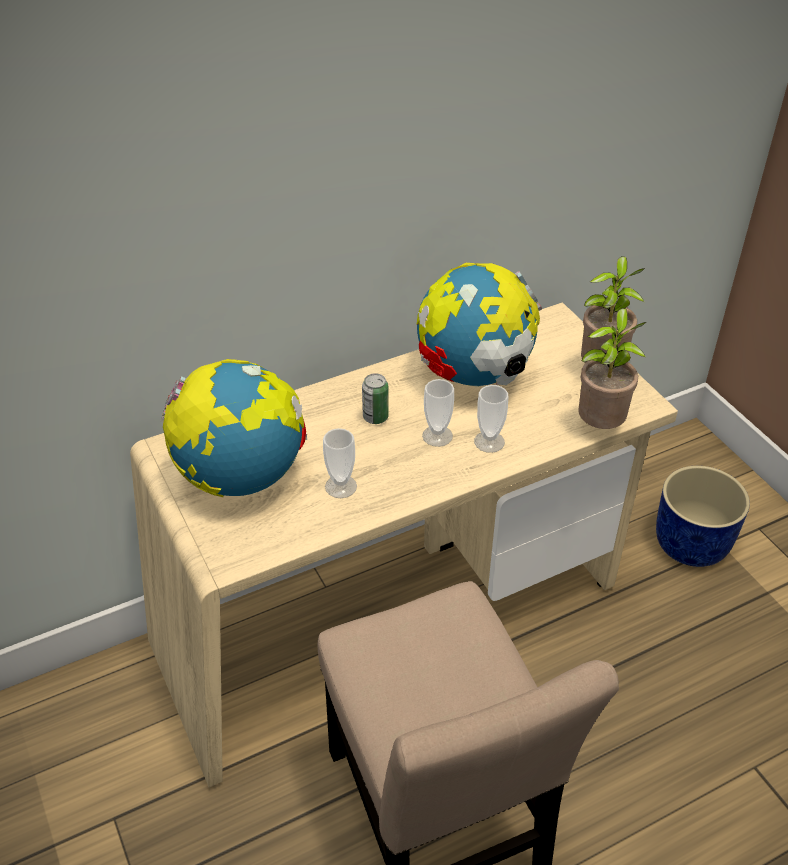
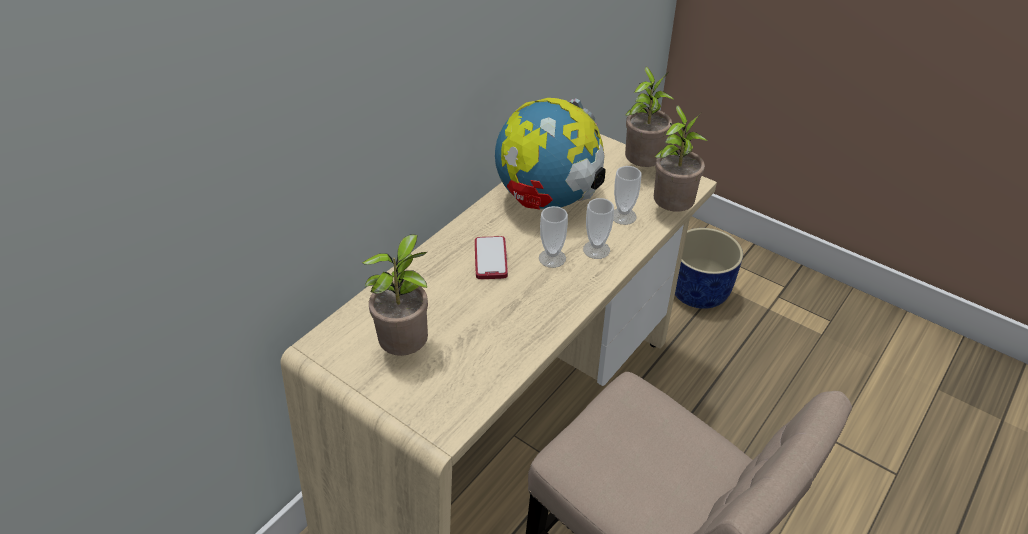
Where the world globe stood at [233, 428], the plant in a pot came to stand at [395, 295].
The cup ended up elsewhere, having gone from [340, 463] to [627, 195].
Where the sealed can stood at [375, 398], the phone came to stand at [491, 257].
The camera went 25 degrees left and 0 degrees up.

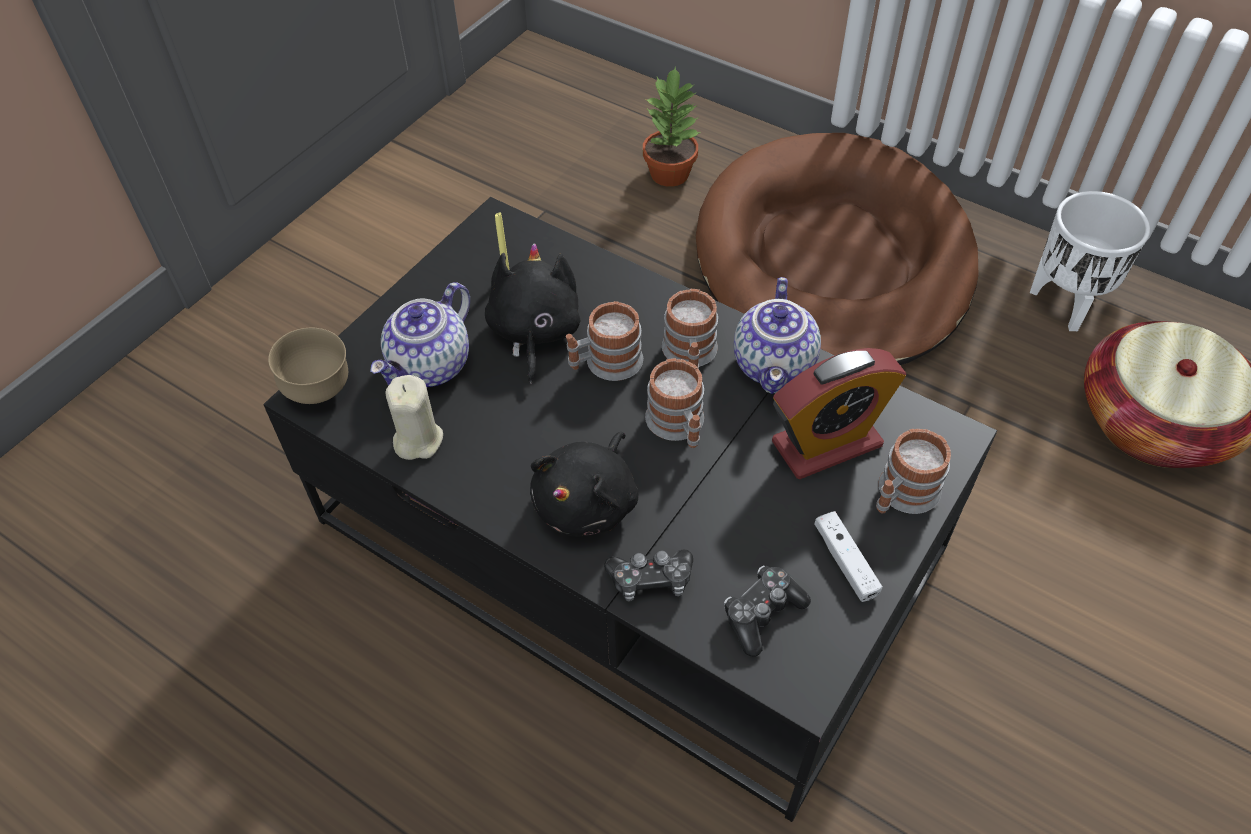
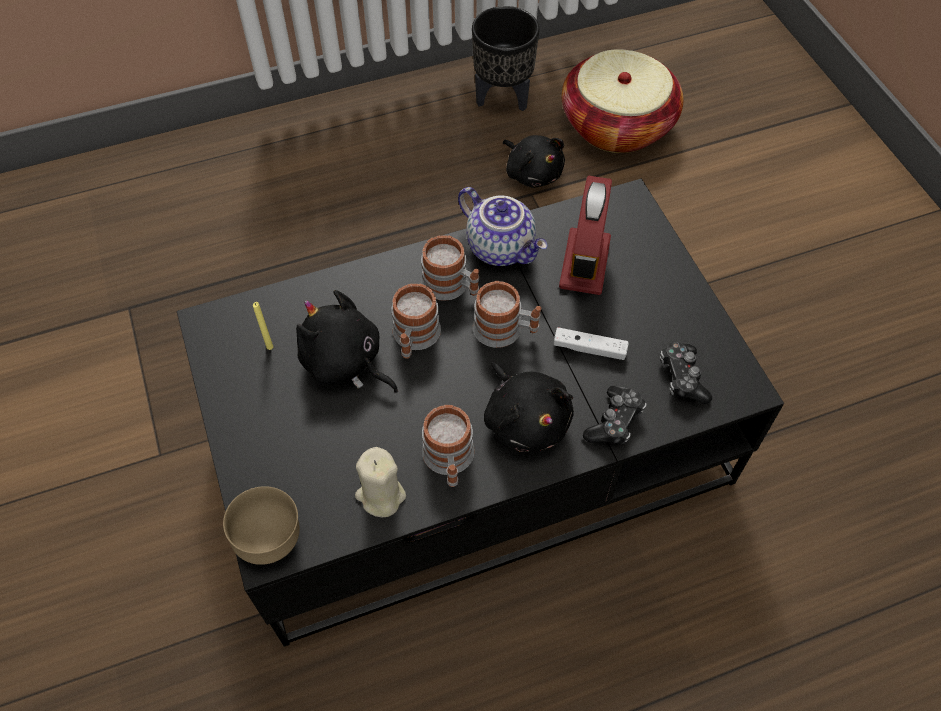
The second view lost the teapot at [420, 334].
The second view lost the plant in a pot at [672, 126].
The second view lost the brown pet bed at [837, 249].
The white-coloured gamepad ended up elsewhere, having gone from [848, 556] to [591, 343].
The mug ended up elsewhere, having gone from [913, 471] to [448, 446].
What was the white-coloured flower pot at [1090, 261] turned into the black flower pot at [505, 58].
The second view gained the black plush toy at [534, 161].
The camera went 55 degrees left and 5 degrees up.

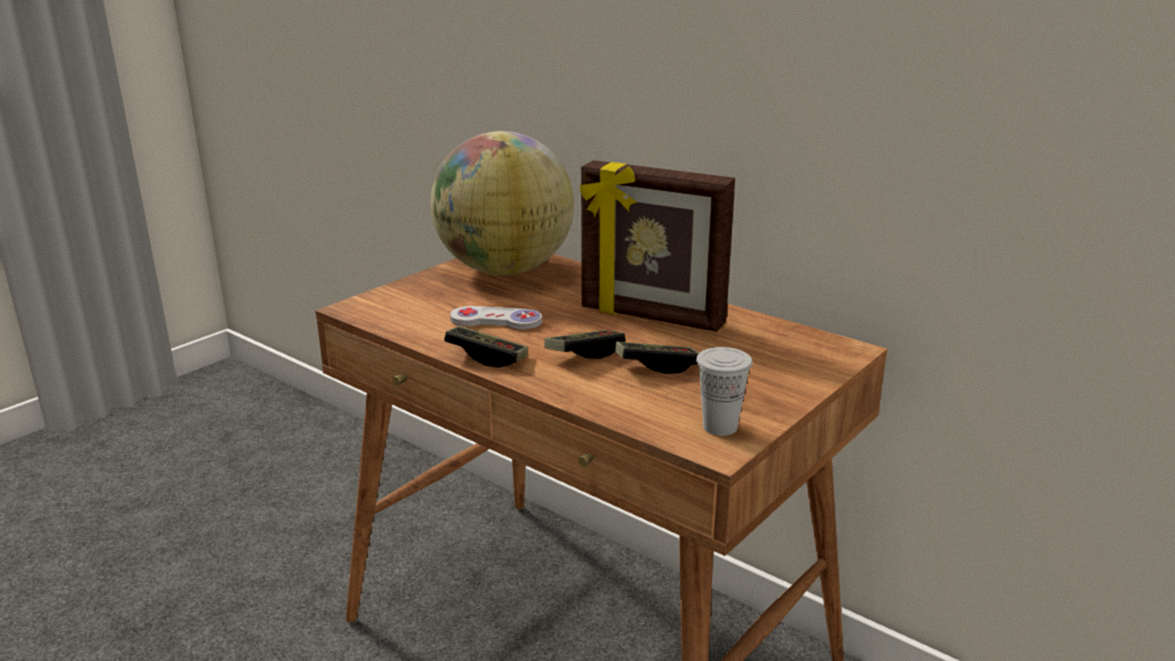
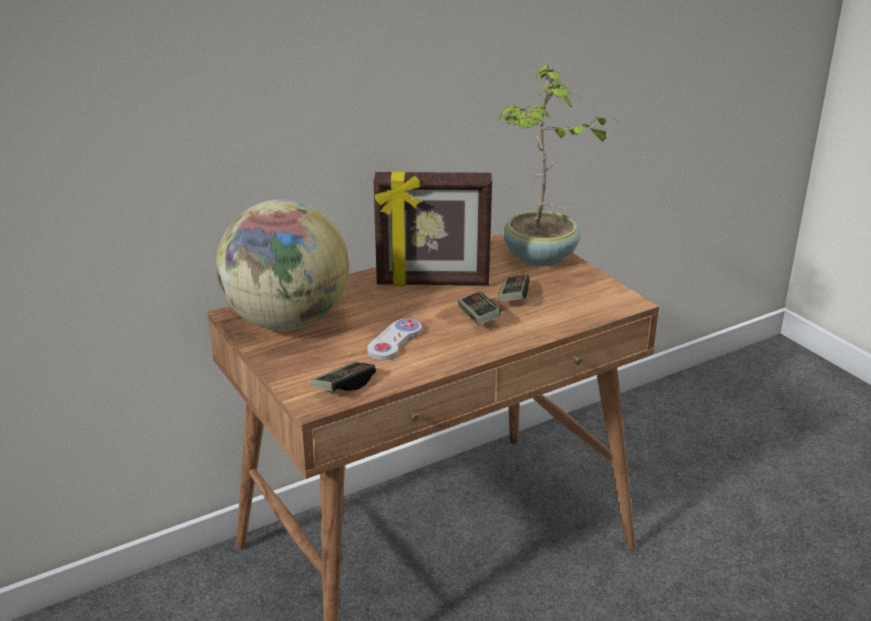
The gamepad ended up elsewhere, having gone from [486, 347] to [343, 376].
The standing frame at [657, 246] ended up facing another way, 45 degrees clockwise from before.
The second view lost the white-coloured cup at [724, 391].
The second view gained the plant in a pot at [557, 165].
The camera went 70 degrees left and 5 degrees up.

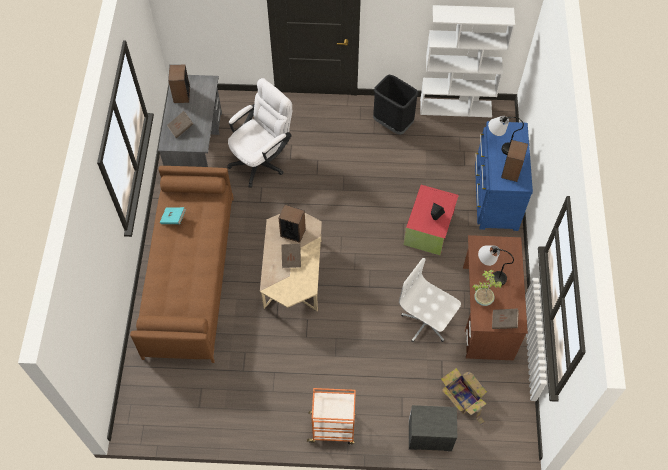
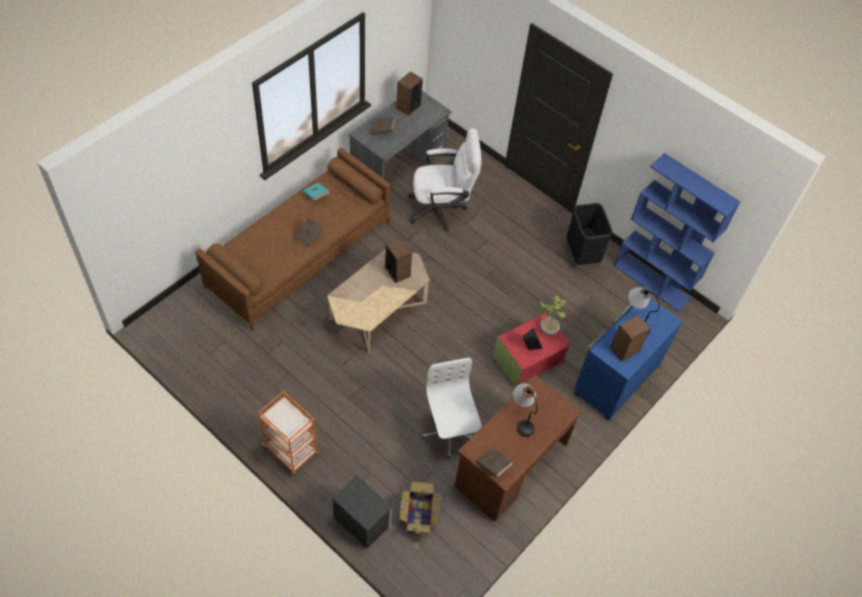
The brown bound book ended up elsewhere, having gone from [291, 256] to [308, 232].
What was the white-coloured shelving unit at [467, 61] turned into the blue-coloured shelving unit at [677, 232].
The plant in a pot ended up elsewhere, having gone from [487, 287] to [552, 315].
The camera went 35 degrees right and 5 degrees down.

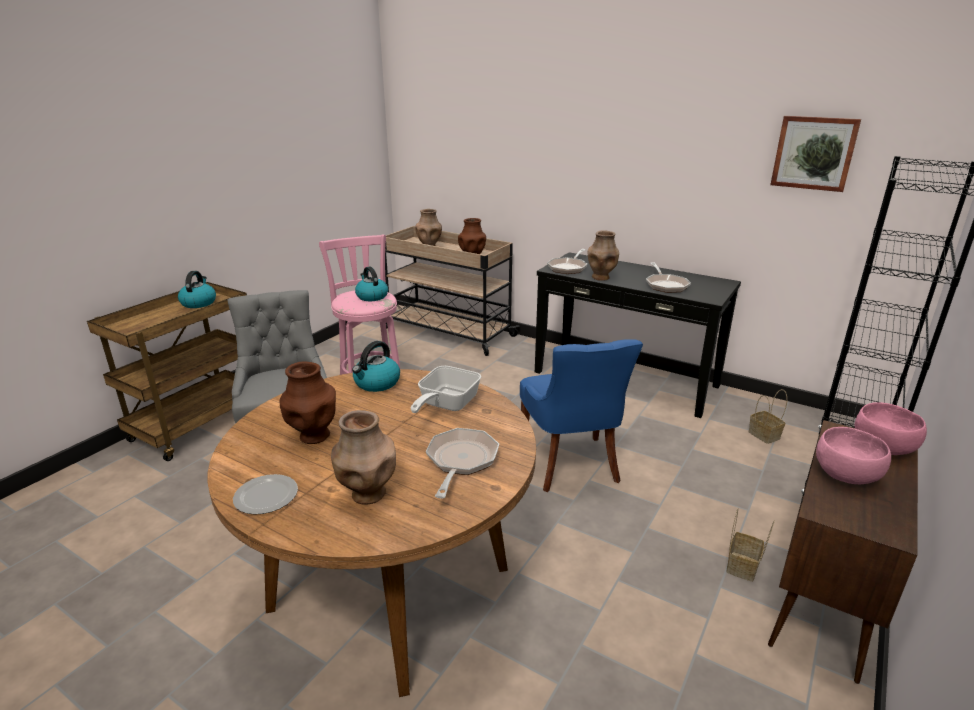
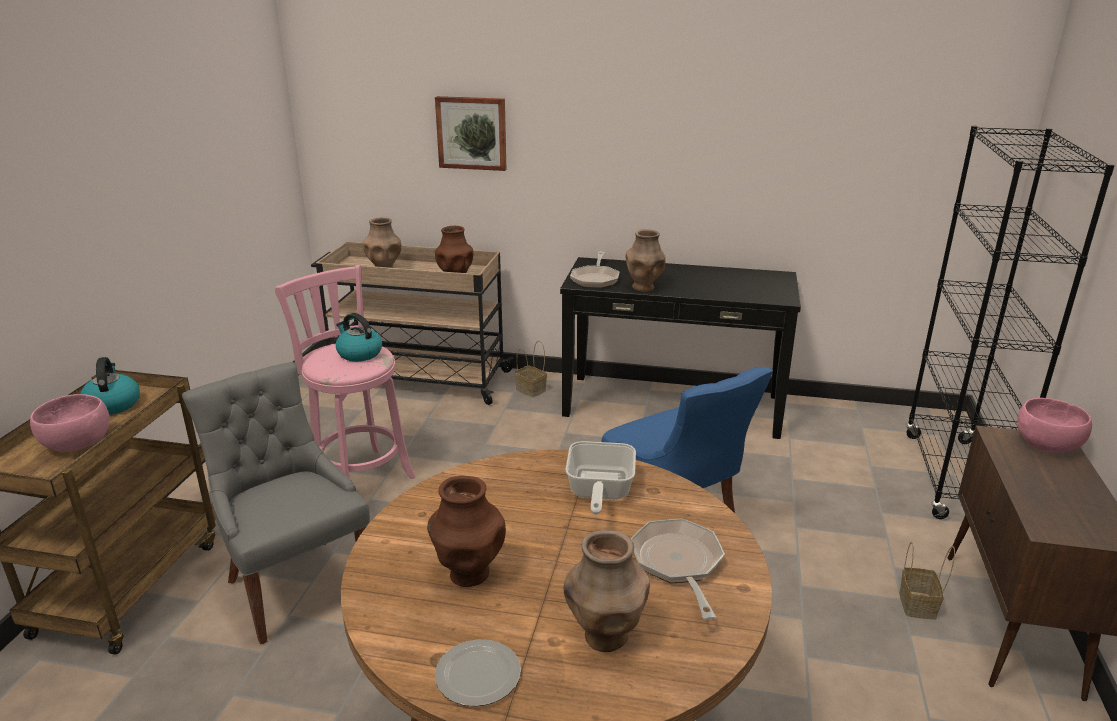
The second view lost the kettle at [376, 366].
The second view lost the skillet at [668, 277].
The household basket ended up elsewhere, having gone from [768, 416] to [530, 369].
The picture ended up elsewhere, having gone from [815, 154] to [470, 133].
The pinkish bowl ended up elsewhere, having gone from [853, 455] to [70, 423].
The camera went 20 degrees left and 0 degrees up.

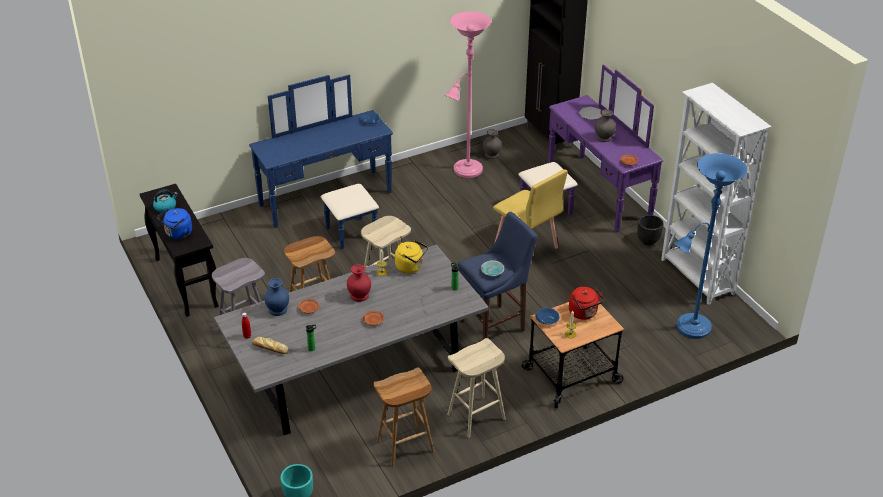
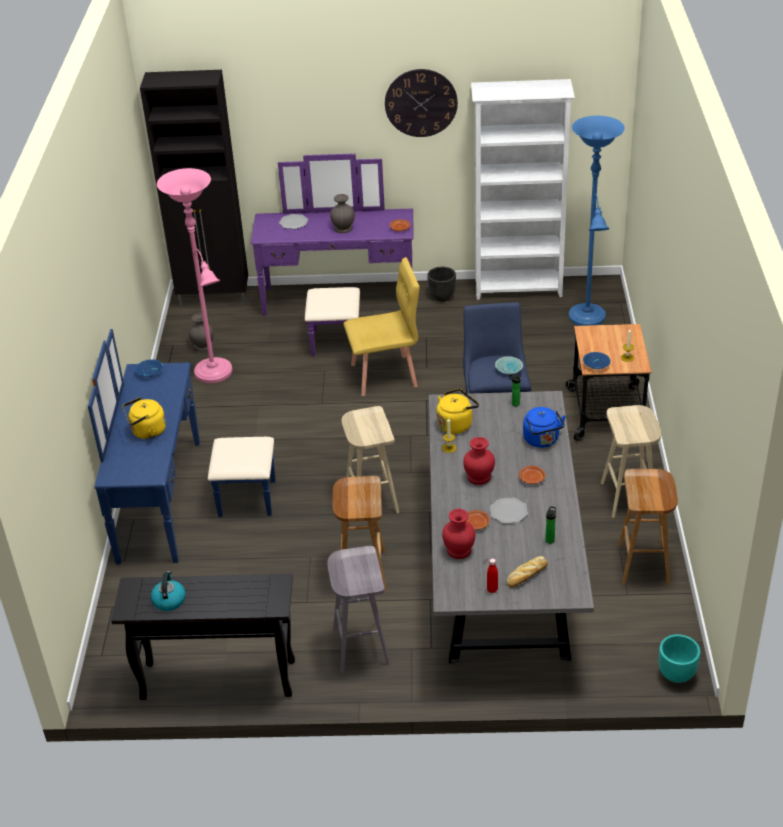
The blue-coloured kettle ended up elsewhere, having gone from [174, 223] to [544, 427].
What was the blue-coloured vase at [276, 297] turned into the red vase at [459, 534].
The second view lost the red kettle at [586, 303].
The second view gained the yellow-coloured kettle at [144, 418].
The second view gained the hanging clock at [421, 103].
The second view gained the flat dish at [509, 511].
The camera went 60 degrees left and 0 degrees up.

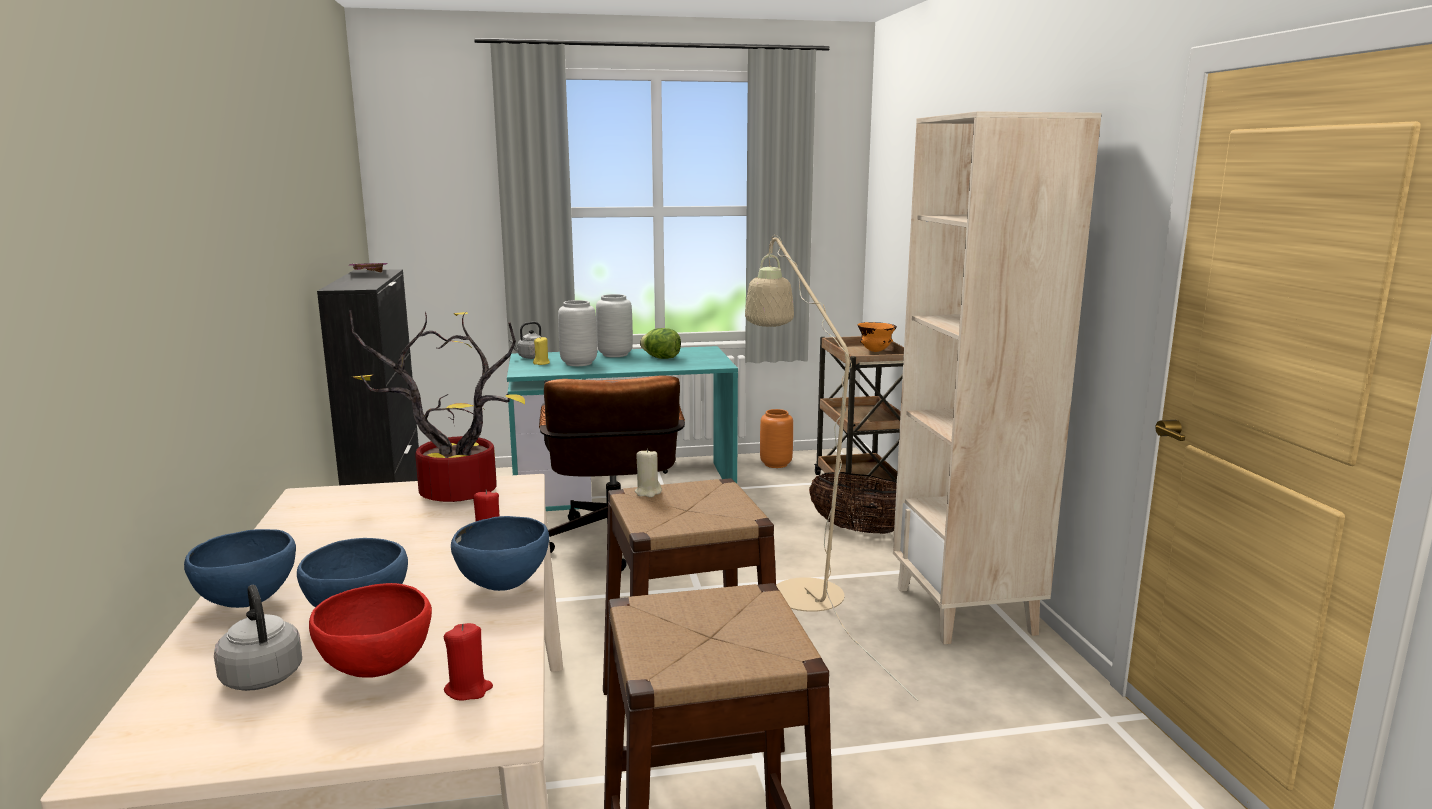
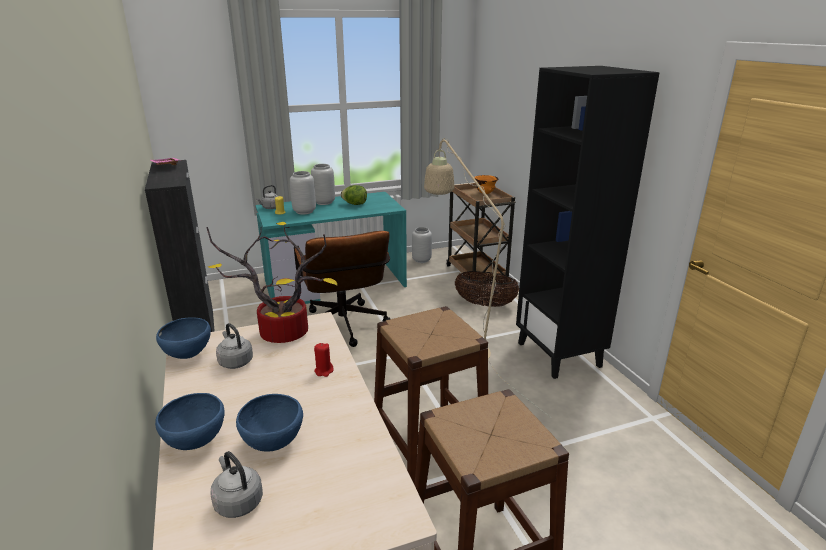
The second view lost the red bowl at [370, 630].
The second view lost the red wax light at [468, 662].
The blue-coloured bowl ended up elsewhere, having gone from [500, 553] to [183, 338].
The second view lost the beige-coloured wax light at [648, 472].
What was the orange vase at [776, 438] turned into the greyish vase at [422, 245].
What was the beige-coloured shelving unit at [997, 377] turned into the black shelving unit at [588, 222].
The second view gained the greyish kettle at [234, 346].
The camera went 10 degrees left and 10 degrees up.

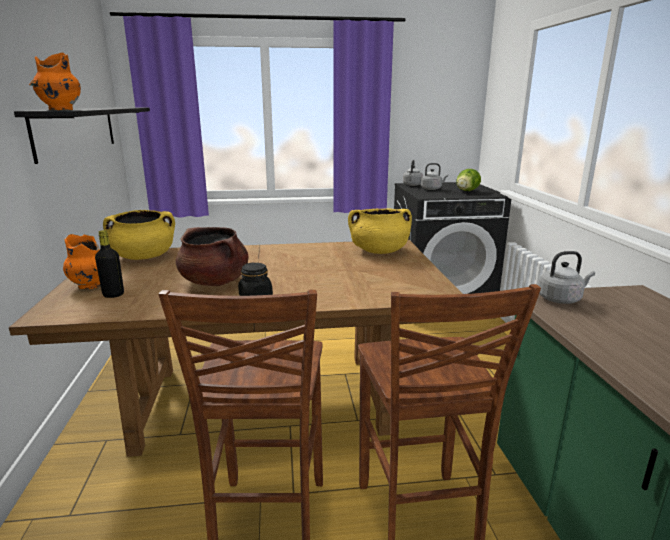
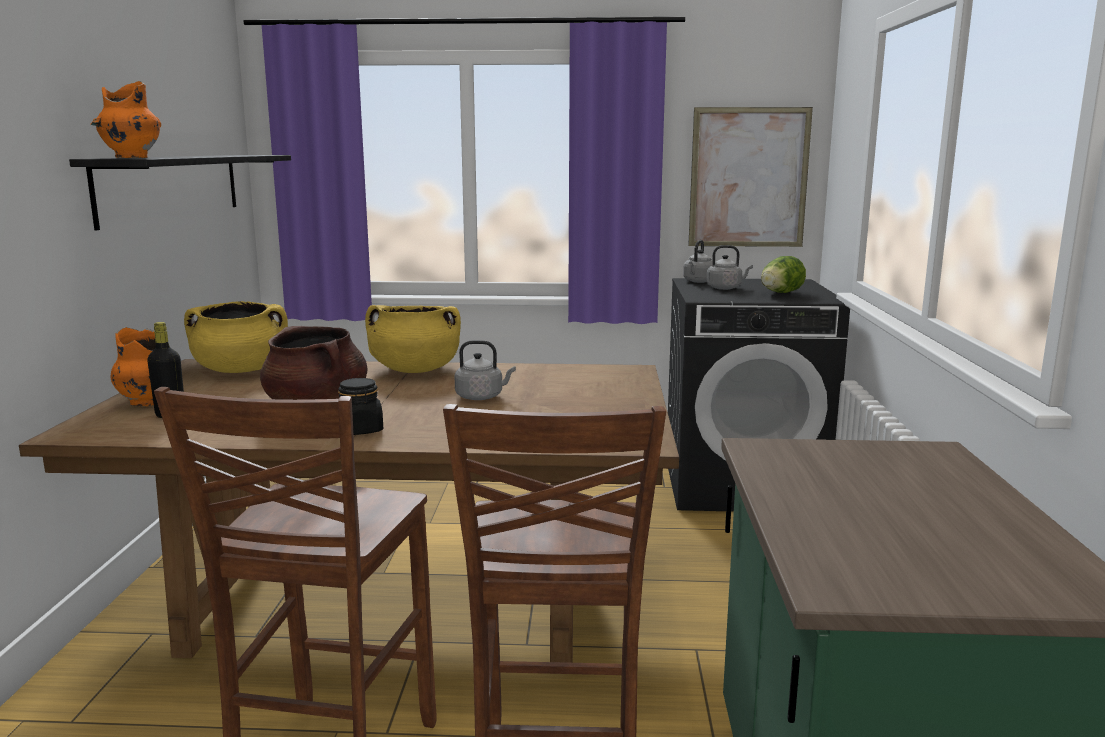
The yellow-coloured saucepot ended up elsewhere, having gone from [380, 231] to [413, 339].
The greyish kettle ended up elsewhere, having gone from [566, 277] to [485, 370].
The second view gained the picture at [750, 177].
The camera went 10 degrees right and 5 degrees down.

